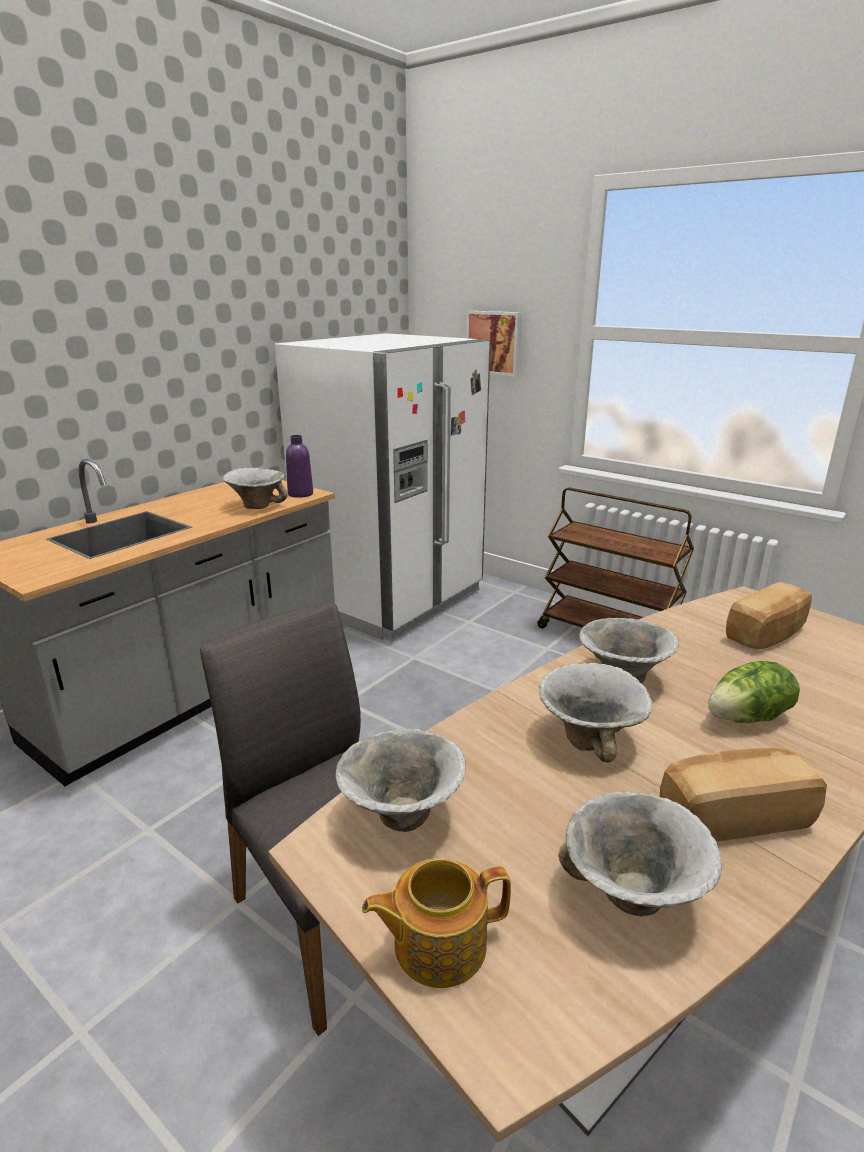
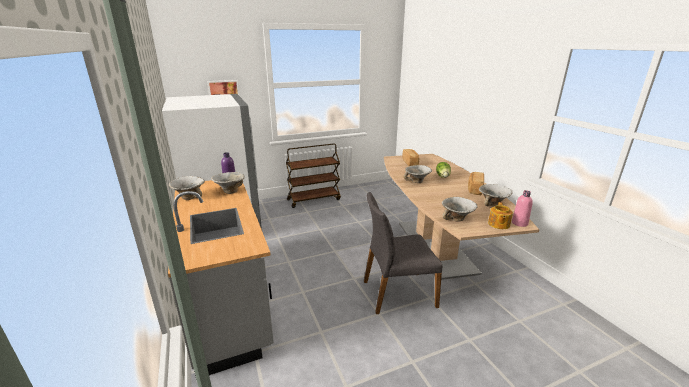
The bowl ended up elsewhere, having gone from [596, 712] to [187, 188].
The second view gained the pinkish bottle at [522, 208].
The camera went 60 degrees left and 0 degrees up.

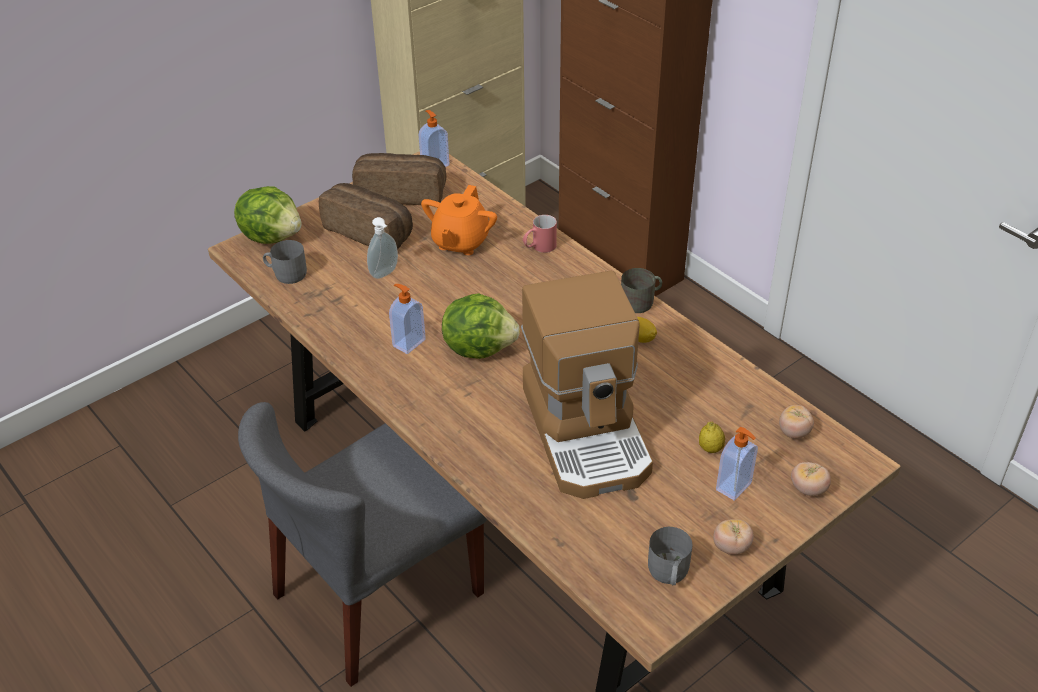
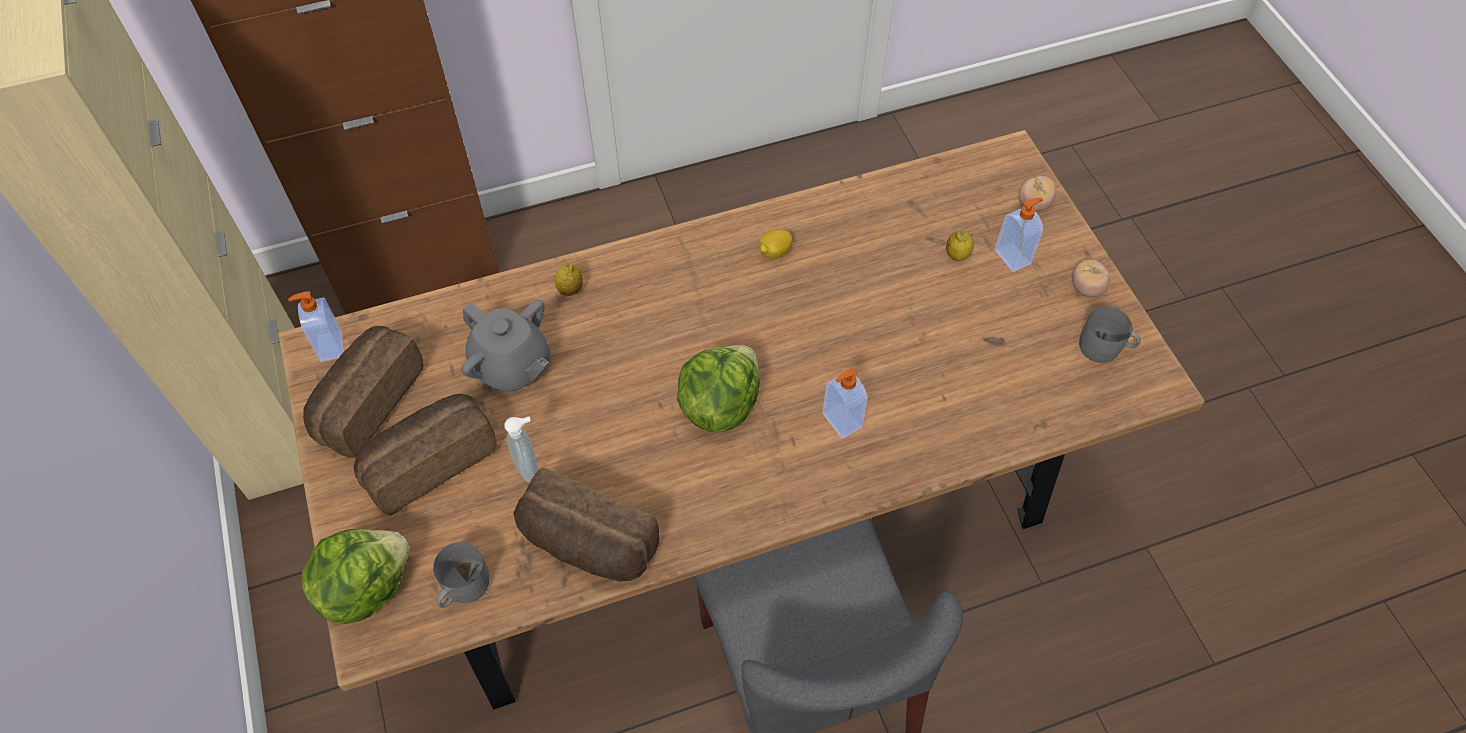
The soap dispenser ended up elsewhere, having gone from [407, 319] to [845, 403].
What was the orange teapot at [459, 220] turned into the greyish teapot at [506, 346].
The second view lost the coffee machine at [587, 385].
Where the red mug stood at [540, 234], the citrus fruit came to stand at [569, 279].
The second view lost the greyish mug at [641, 290].
The second view lost the fresh tomato at [796, 422].
The second view gained the bakery bread at [587, 524].
The camera went 70 degrees left and 15 degrees up.

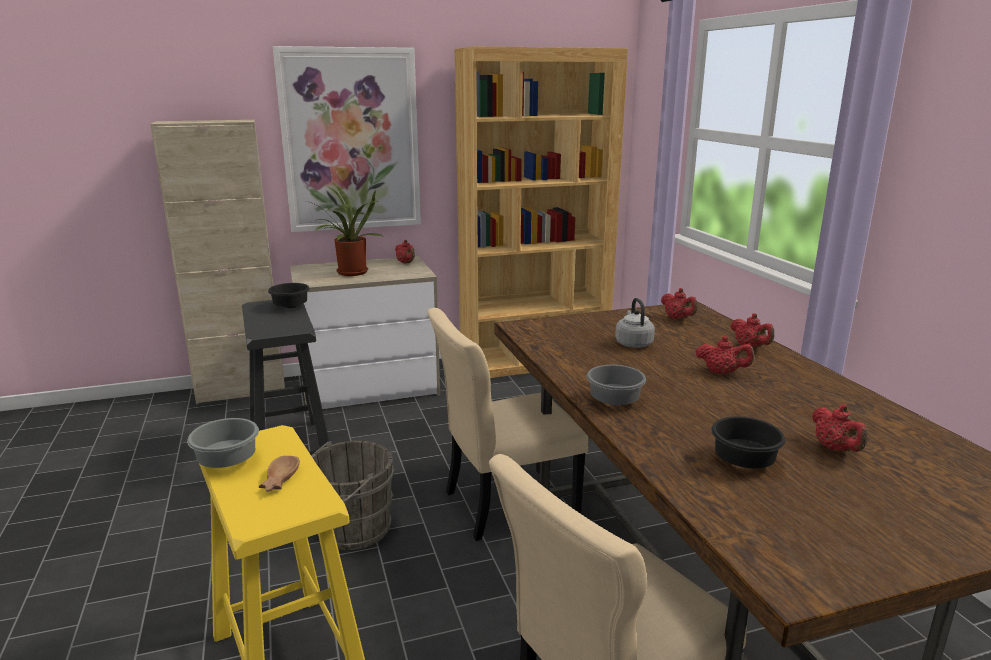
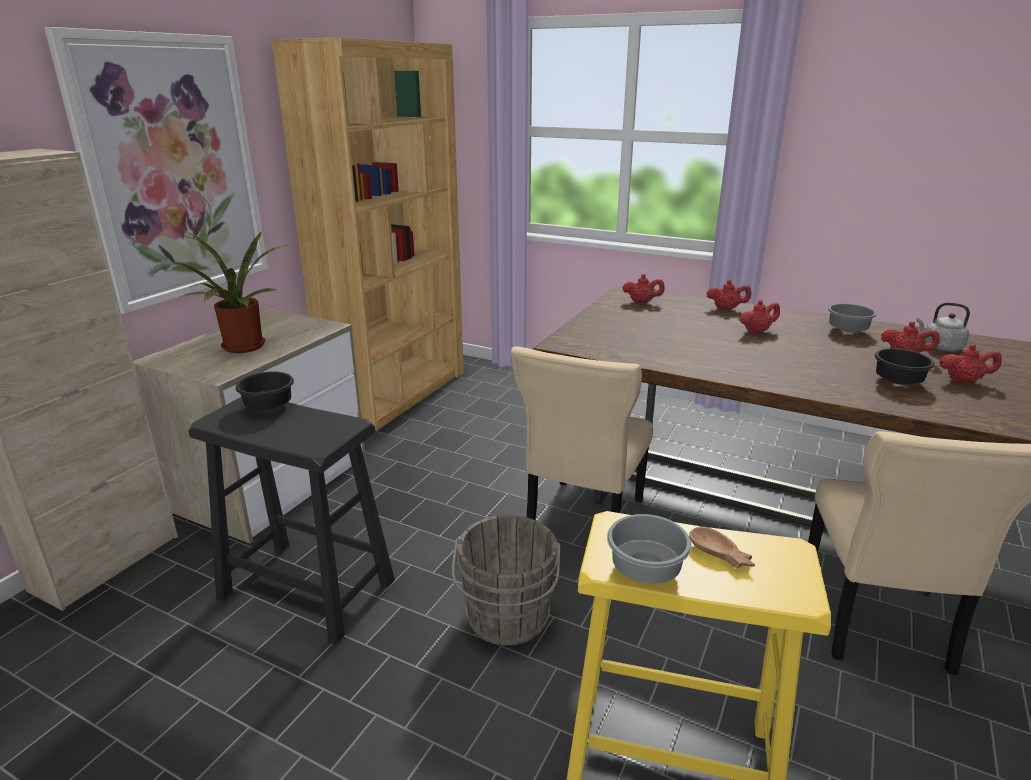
The red teapot ended up elsewhere, having gone from [405, 252] to [970, 363].
The greyish bowl ended up elsewhere, having gone from [616, 385] to [852, 318].
The greyish kettle ended up elsewhere, having gone from [635, 323] to [943, 326].
The camera went 45 degrees left and 5 degrees up.

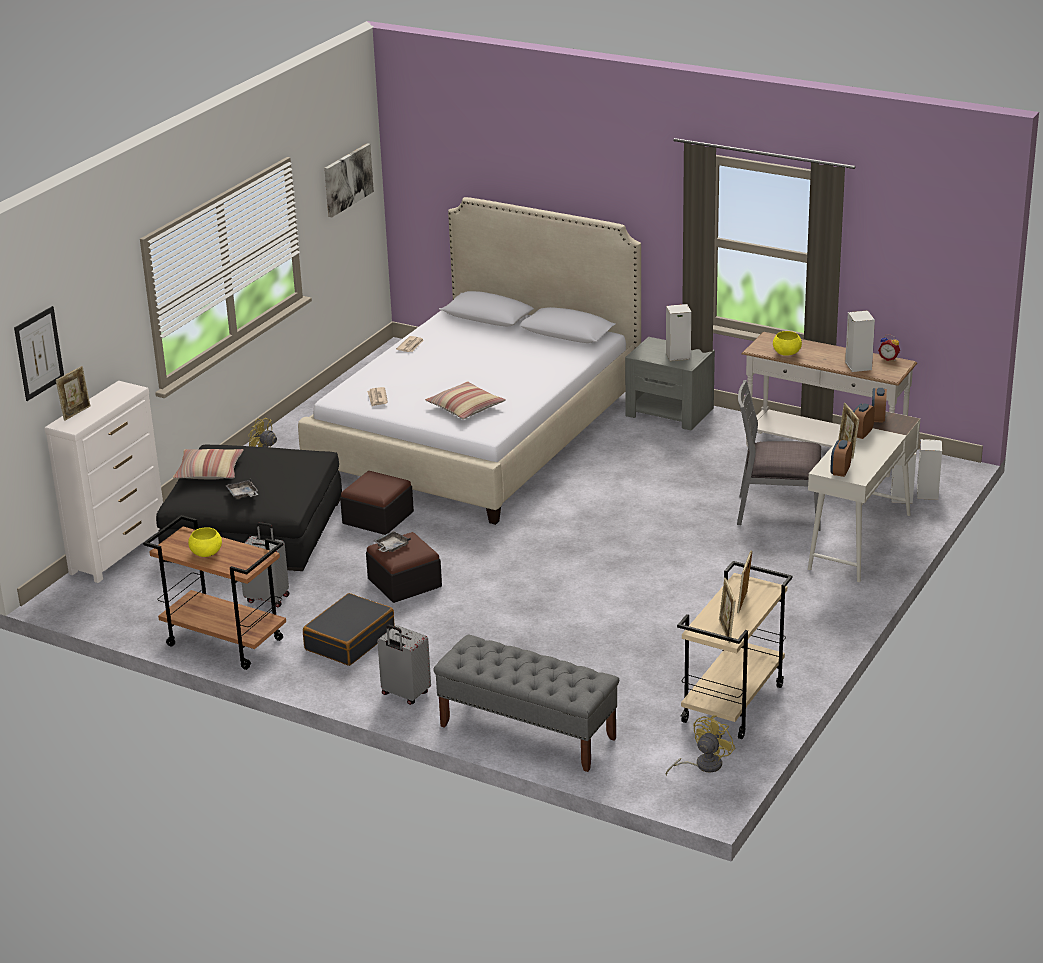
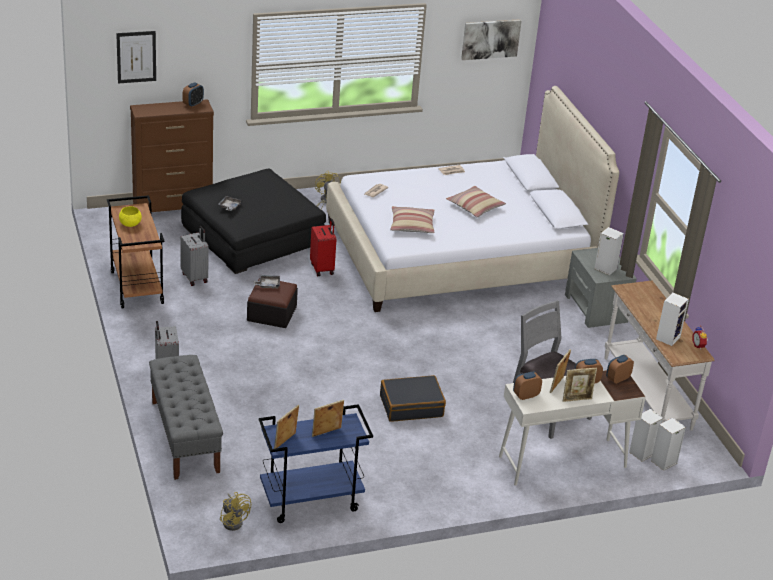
What was the white-coloured chest of drawers at [104, 482] turned into the brown chest of drawers at [172, 155].
The standing frame ended up elsewhere, having gone from [73, 393] to [580, 385].
The pillow ended up elsewhere, having gone from [208, 464] to [476, 202].
The black travel case ended up elsewhere, having gone from [349, 629] to [413, 398].
Where the ottoman stood at [377, 503], the red travel case came to stand at [323, 247].
The yellow-coloured cooling fan at [701, 745] ended up facing another way, 60 degrees clockwise from before.
What was the beige-coloured trolley at [734, 650] turned into the blue-coloured trolley at [316, 463].
The second view lost the yellow-coloured bowl at [787, 343].
The second view gained the alarm clock at [193, 95].
The camera went 40 degrees right and 5 degrees up.

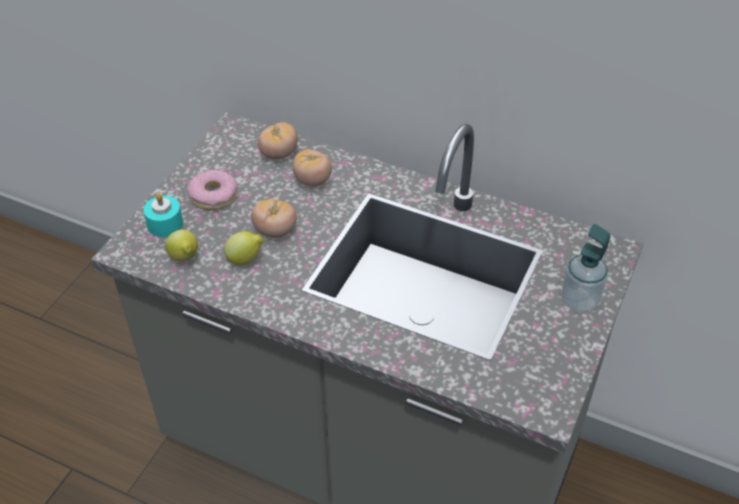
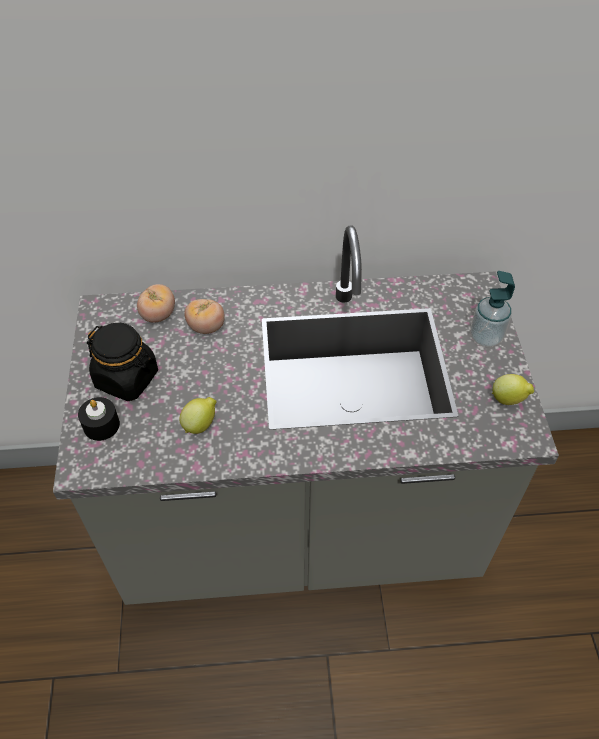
What was the turquoise-coloured wax light at [163, 215] turned into the black wax light at [99, 419].
The citrus fruit ended up elsewhere, having gone from [181, 245] to [513, 389].
Where the donut stood at [212, 190], the black preserve jar came to stand at [122, 362].
The second view lost the fresh tomato at [274, 218].
The camera went 30 degrees left and 5 degrees up.

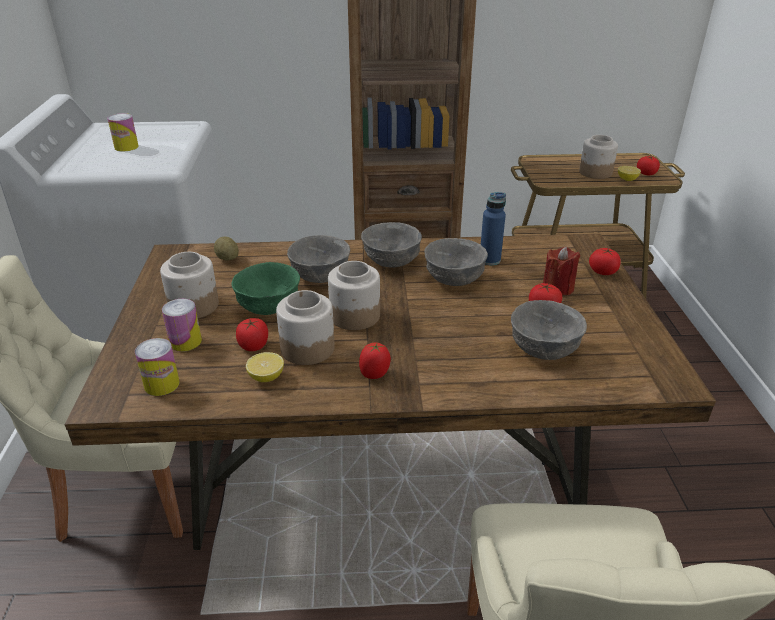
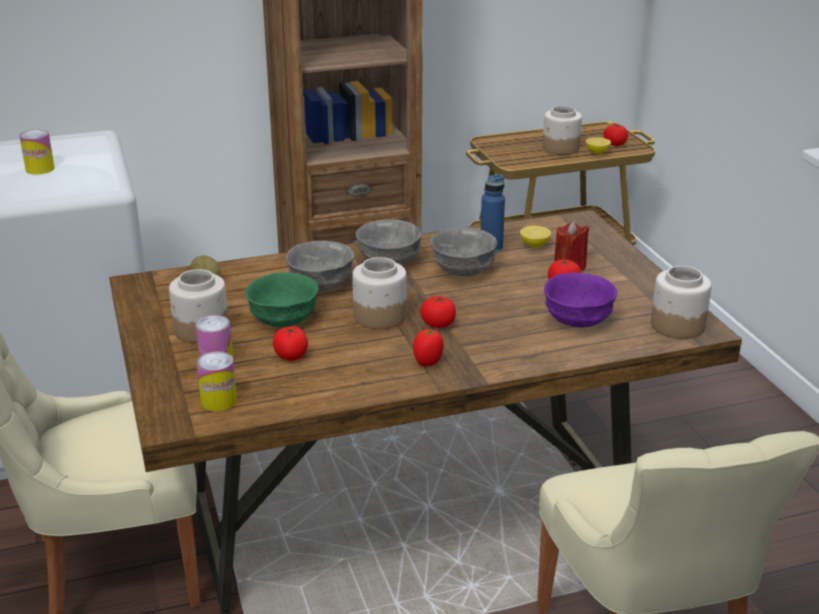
The citrus fruit ended up elsewhere, having gone from [265, 367] to [535, 237].
The preserve jar ended up elsewhere, having gone from [305, 327] to [681, 302].
What was the greyish bowl at [549, 330] turned into the purple-coloured bowl at [580, 300].
The fresh tomato ended up elsewhere, having gone from [605, 261] to [438, 312].
The camera went 15 degrees left and 5 degrees down.

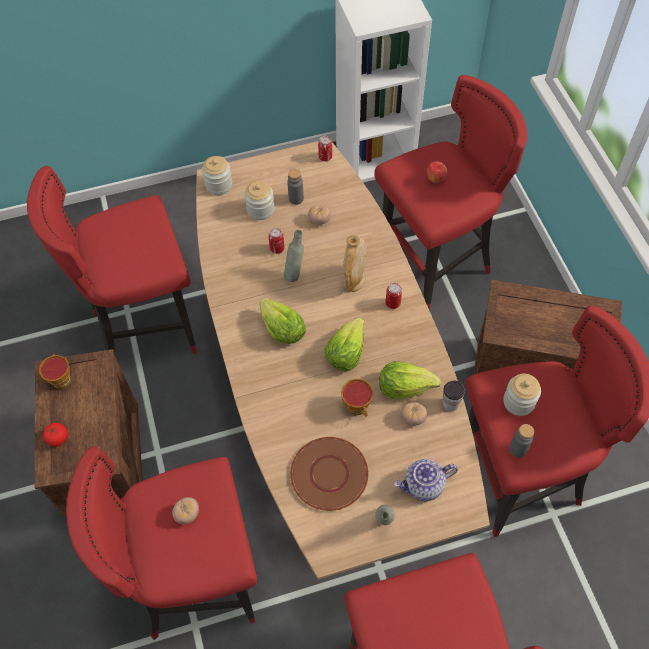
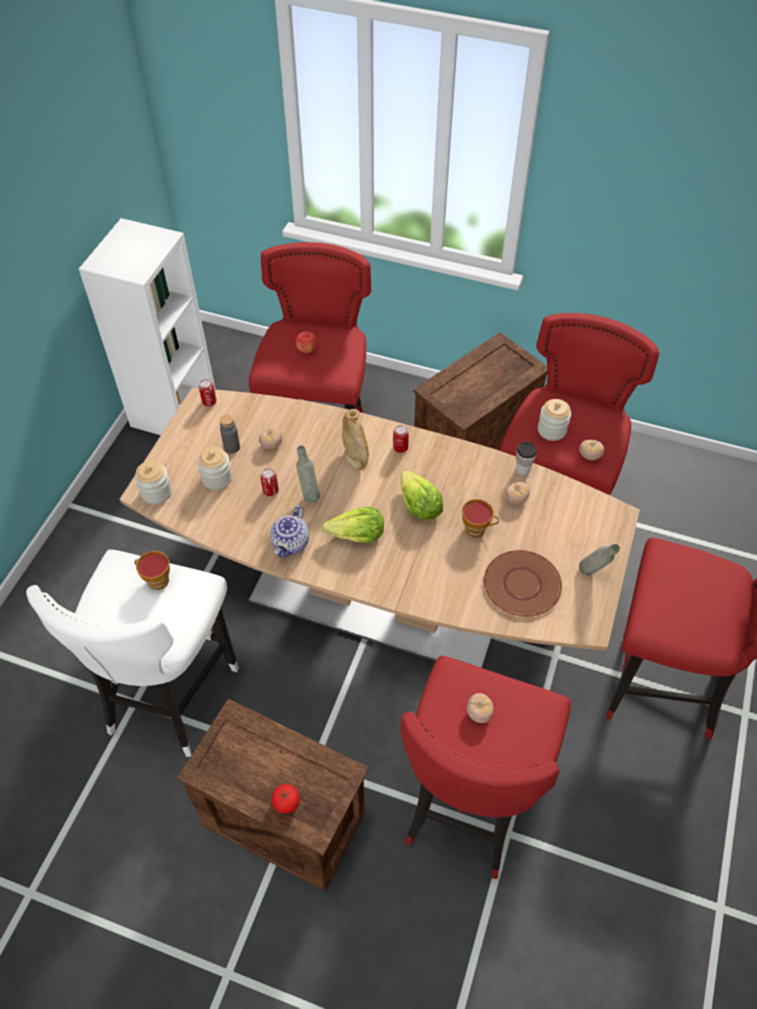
What was the red stool seat at [112, 260] turned into the white-coloured stool seat at [132, 653].
The cup ended up elsewhere, having gone from [55, 371] to [152, 570].
The second view lost the head of lettuce at [410, 380].
The teapot ended up elsewhere, having gone from [426, 480] to [289, 531].
Where the greyish bottle stood at [521, 441], the fresh tomato came to stand at [591, 450].
The camera went 55 degrees left and 5 degrees down.

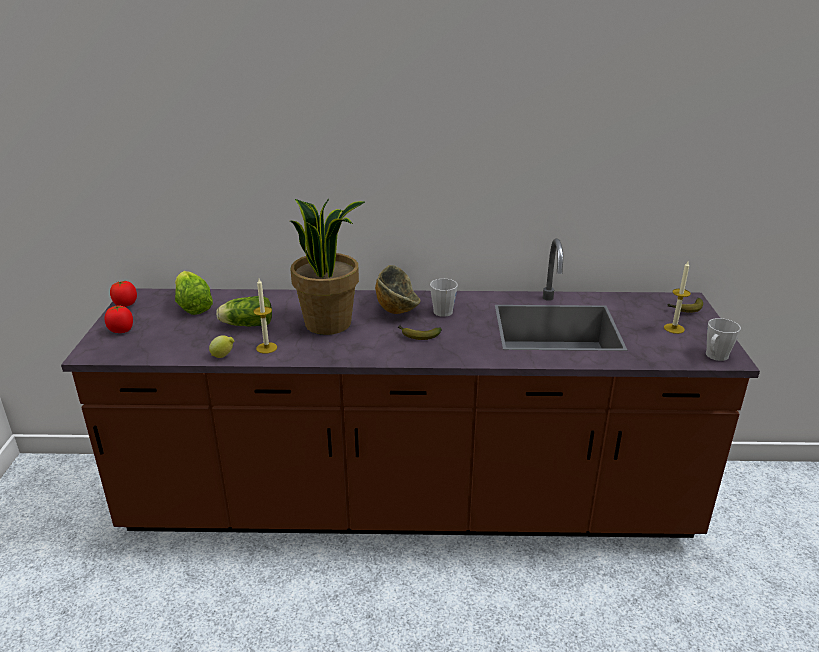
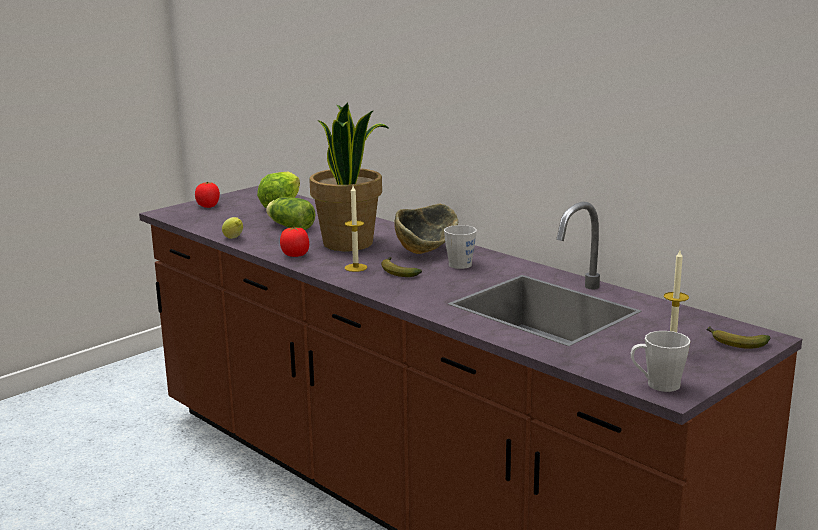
The fresh tomato ended up elsewhere, having gone from [123, 294] to [294, 241].
The wax light ended up elsewhere, having gone from [265, 316] to [356, 229].
The camera went 45 degrees right and 10 degrees down.

